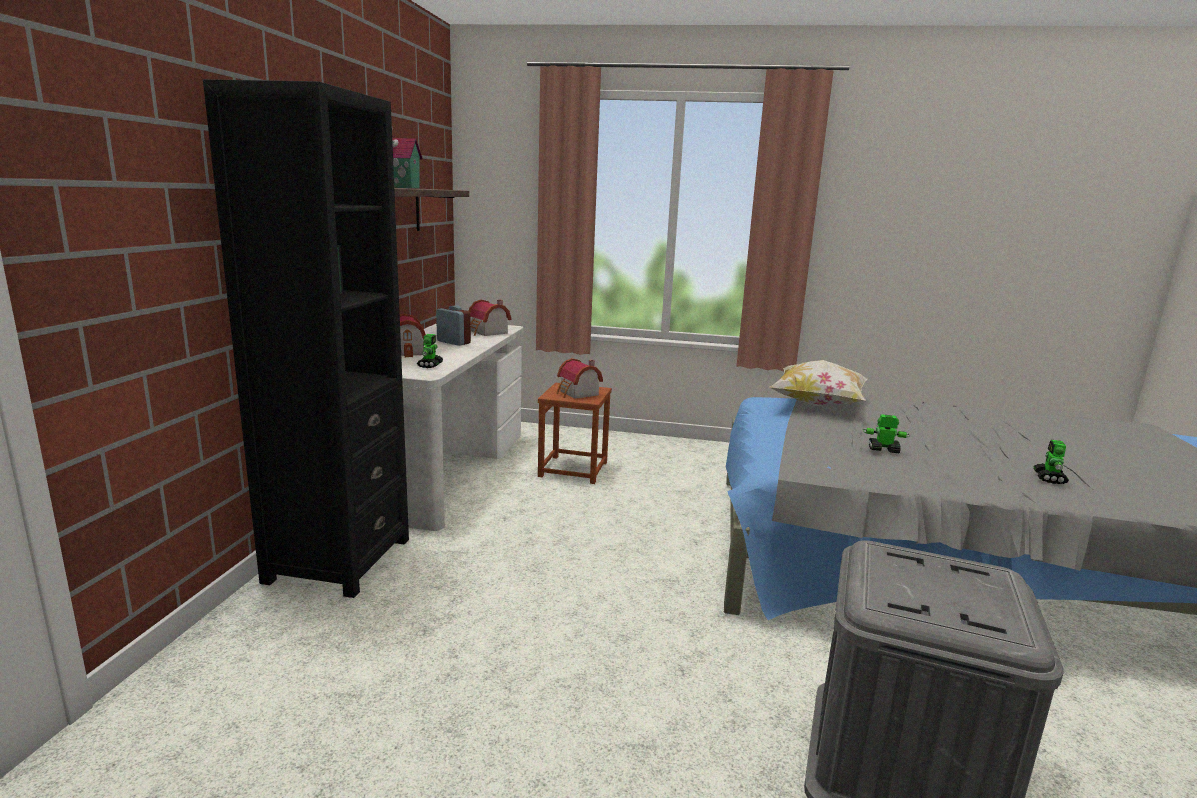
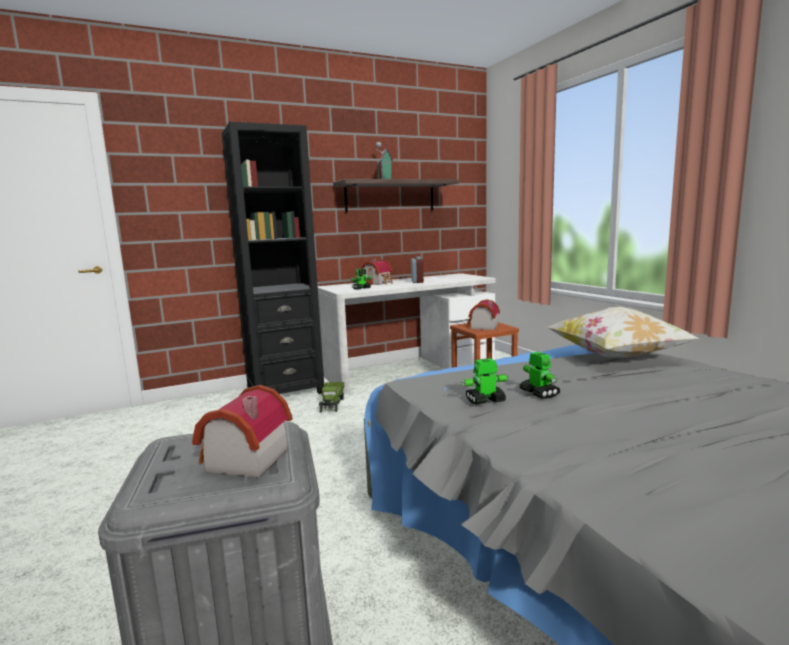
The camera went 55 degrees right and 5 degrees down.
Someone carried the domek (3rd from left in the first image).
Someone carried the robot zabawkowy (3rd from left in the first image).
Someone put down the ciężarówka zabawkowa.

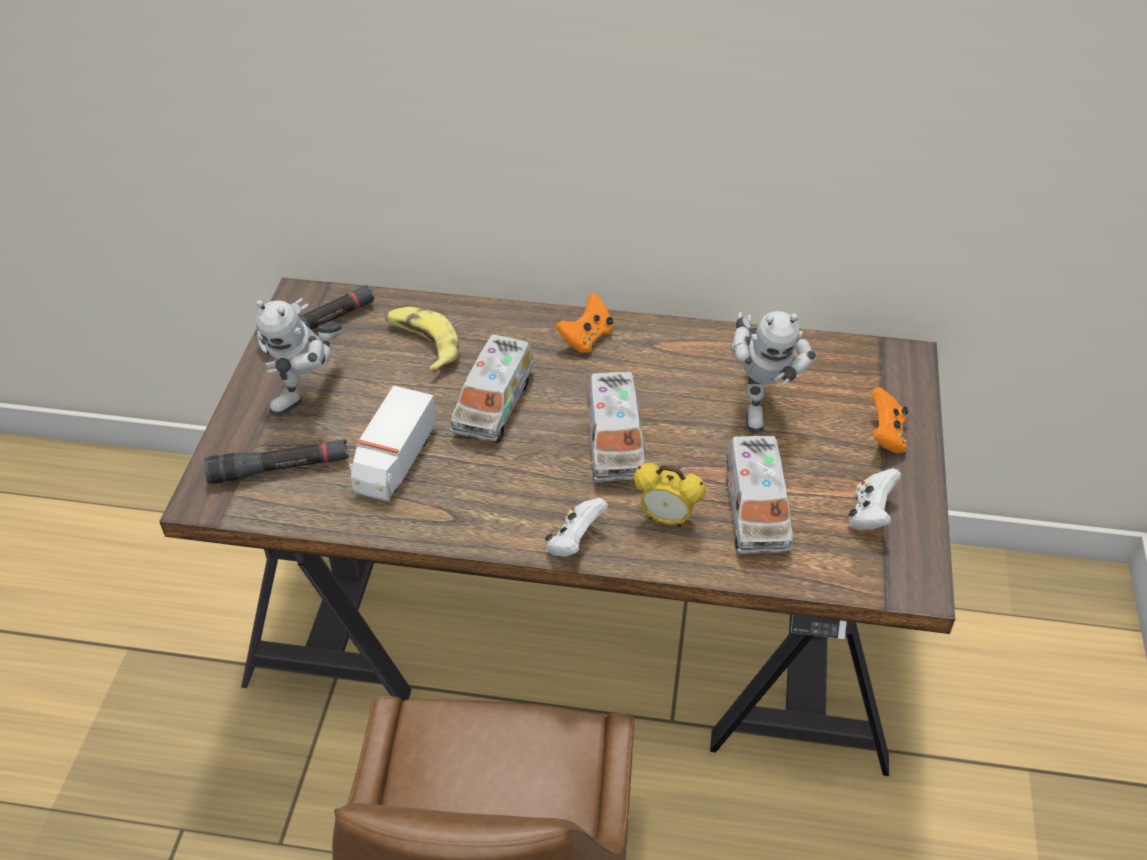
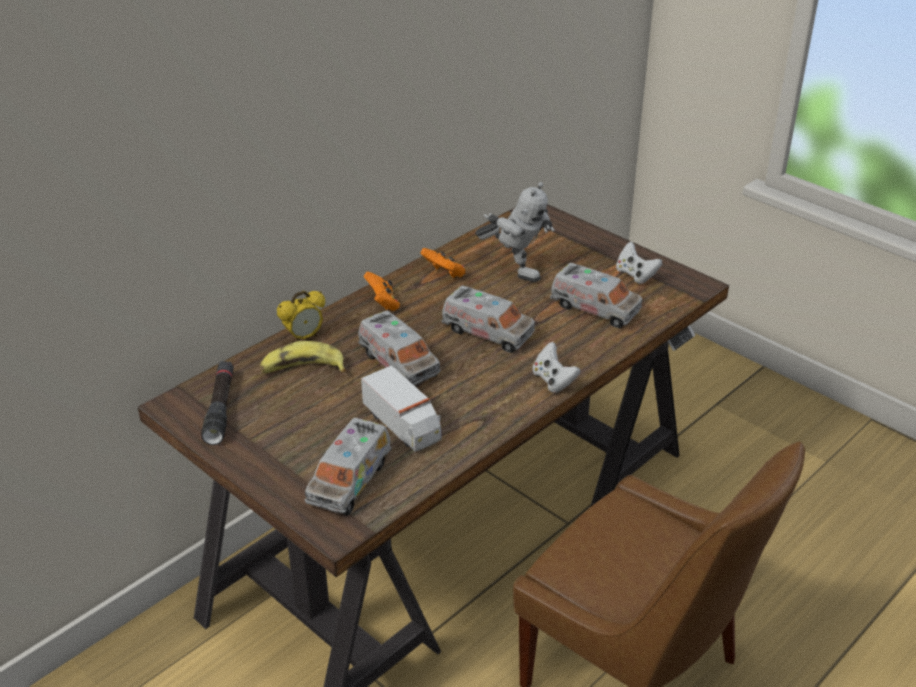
The camera went 55 degrees left and 10 degrees down.
Someone swapped the latarka (czarny) (1st from left) for the ciężarówka zabawkowa (1st from left).
Someone took away the robot zabawkowy (1st from left).
Someone carried the budzik.
Someone carried the pad do gier (pomarańczowy) (2nd from left).

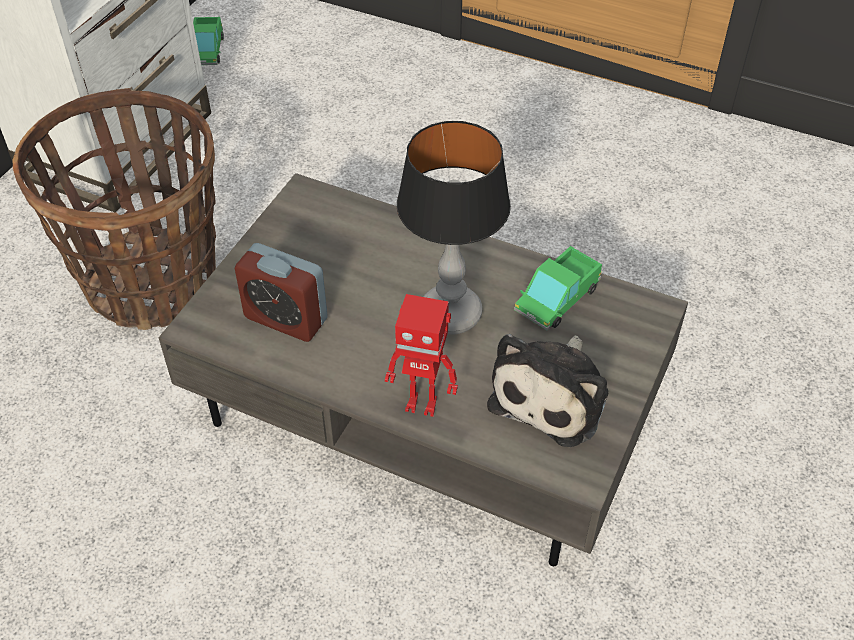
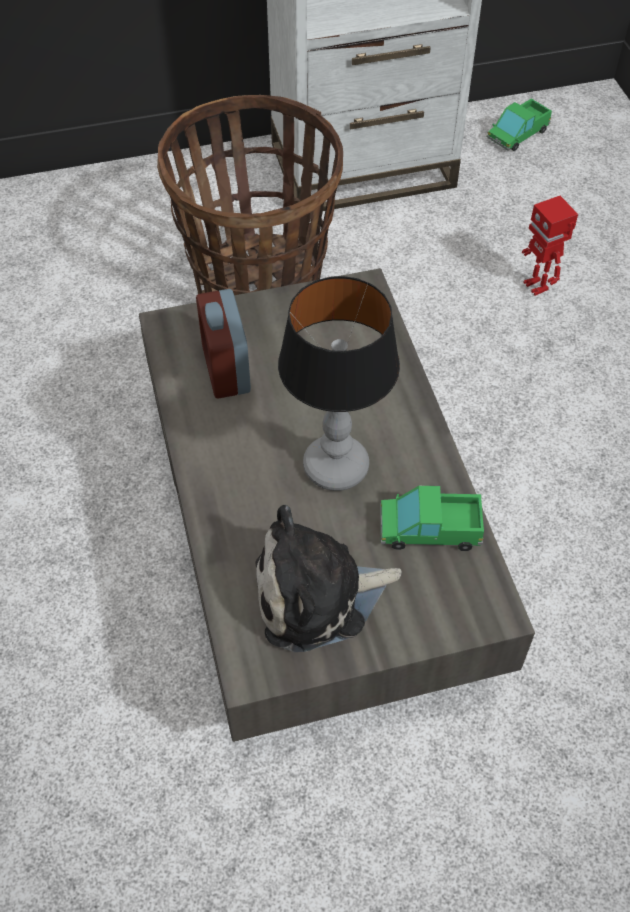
The camera went 50 degrees right and 5 degrees up.
Someone carried the robot zabawkowy.

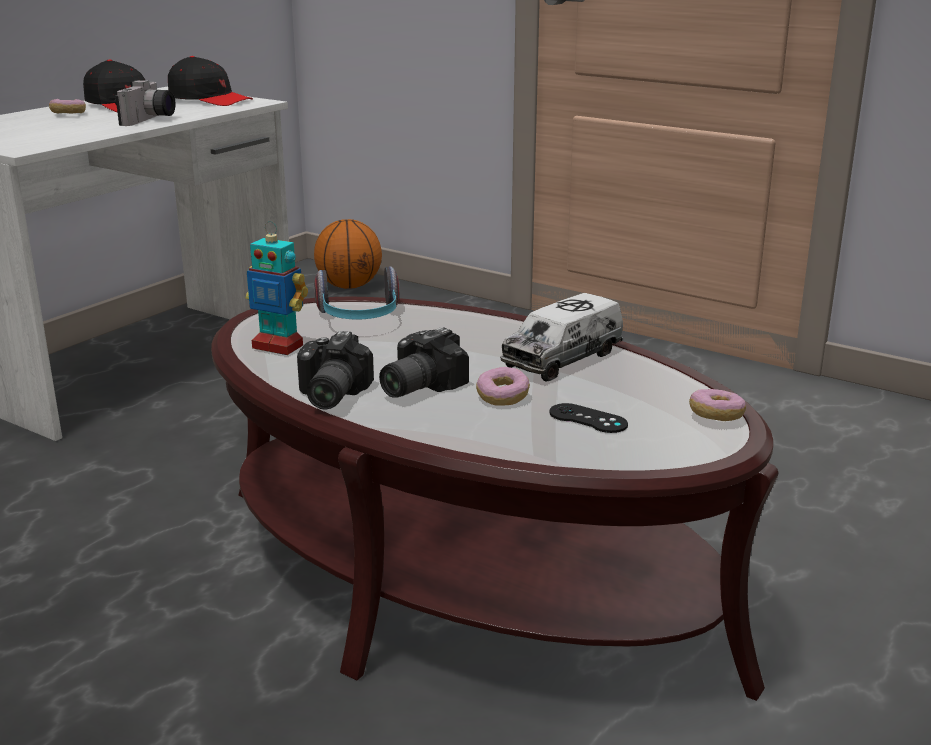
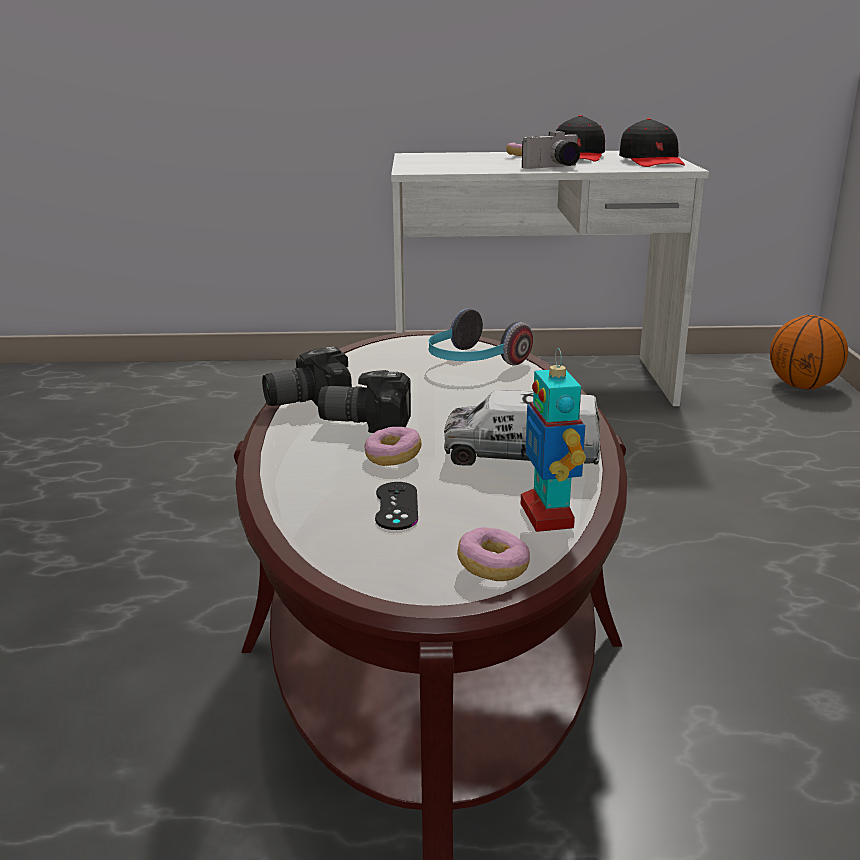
The camera went 55 degrees right and 0 degrees up.
Someone carried the robot zabawkowy.

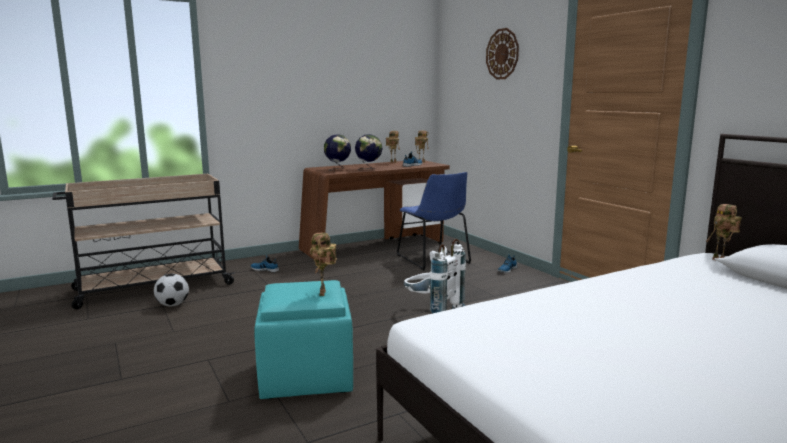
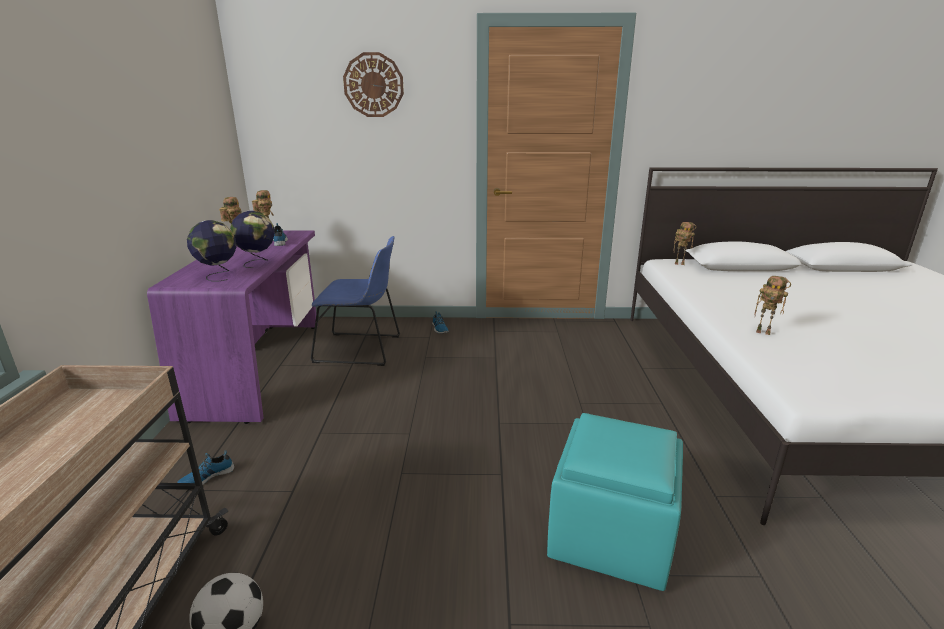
The camera went 60 degrees left and 10 degrees up.
Someone repainted the biurko (brązowy), which became the biurko (fioletowy).
Someone carried the robot zabawkowy (1st from left in the first image).
Someone took away the plecak (biały).

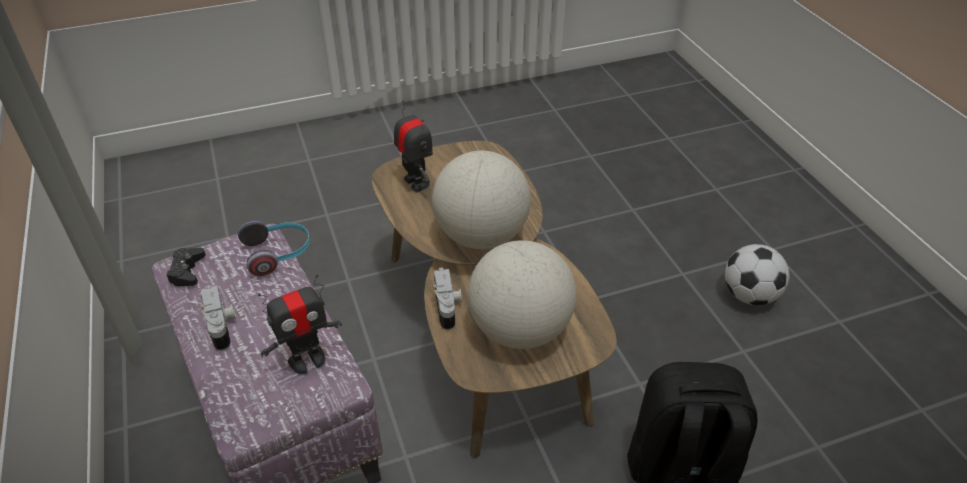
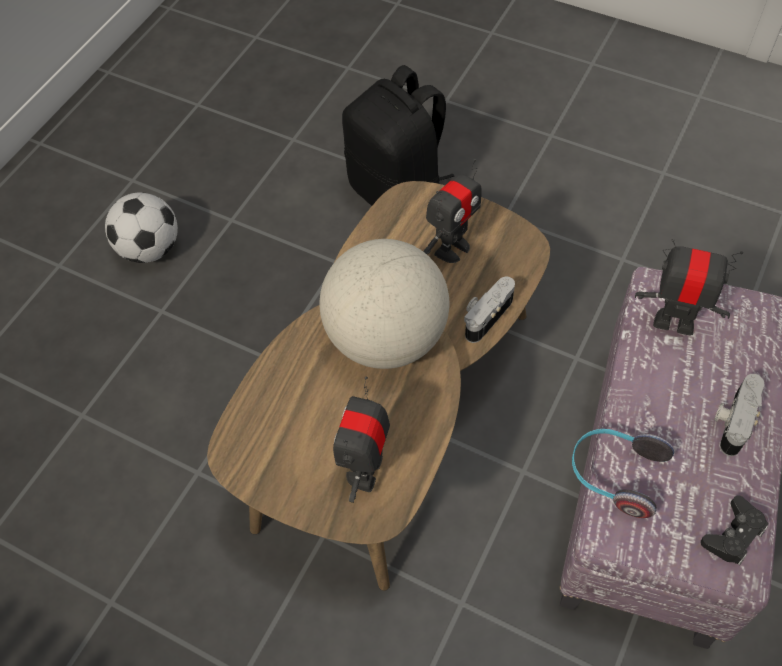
The camera went 130 degrees left and 15 degrees up.
Someone swapped the globus (2nd from left) for the robot zabawkowy (2nd from left).

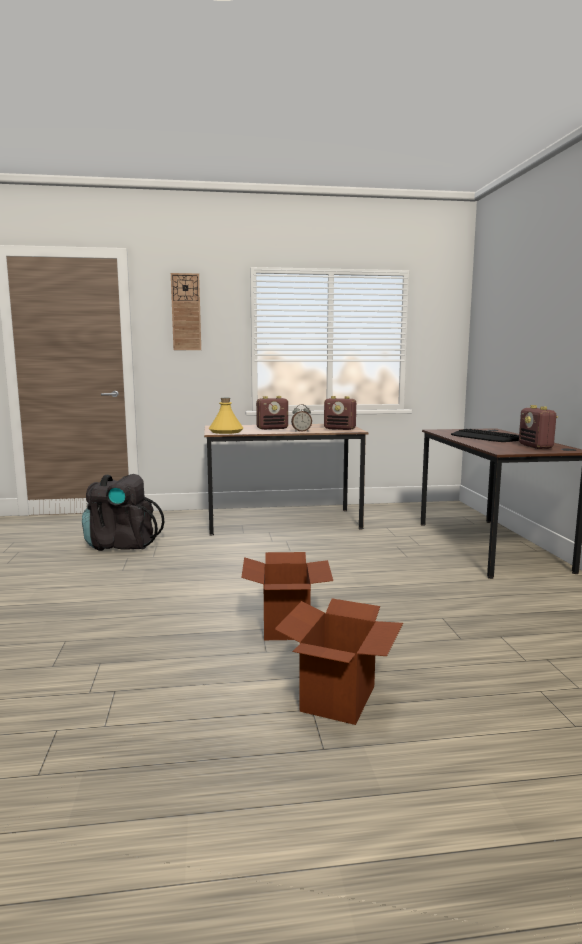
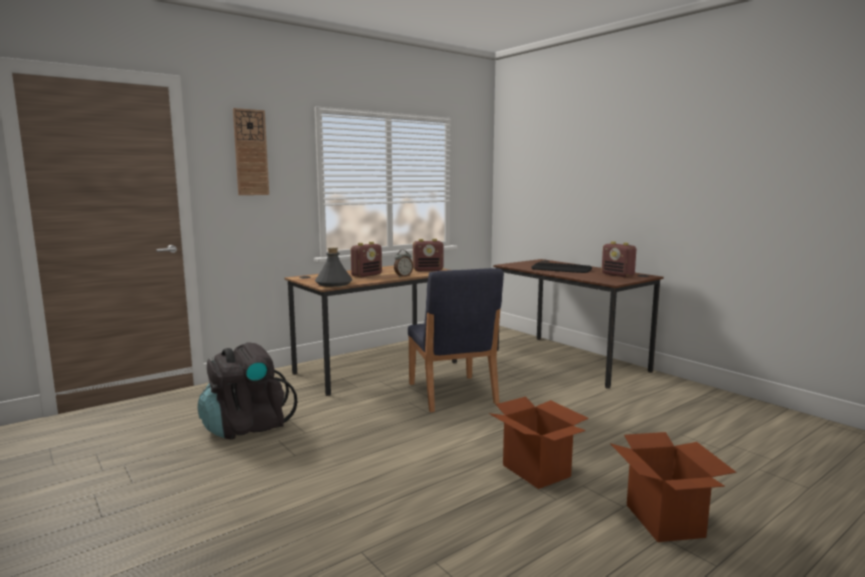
The camera went 30 degrees left and 0 degrees up.
Someone repainted the butelka (żółty), which became the butelka (szary).
Someone put down the krzesło (niebieski).

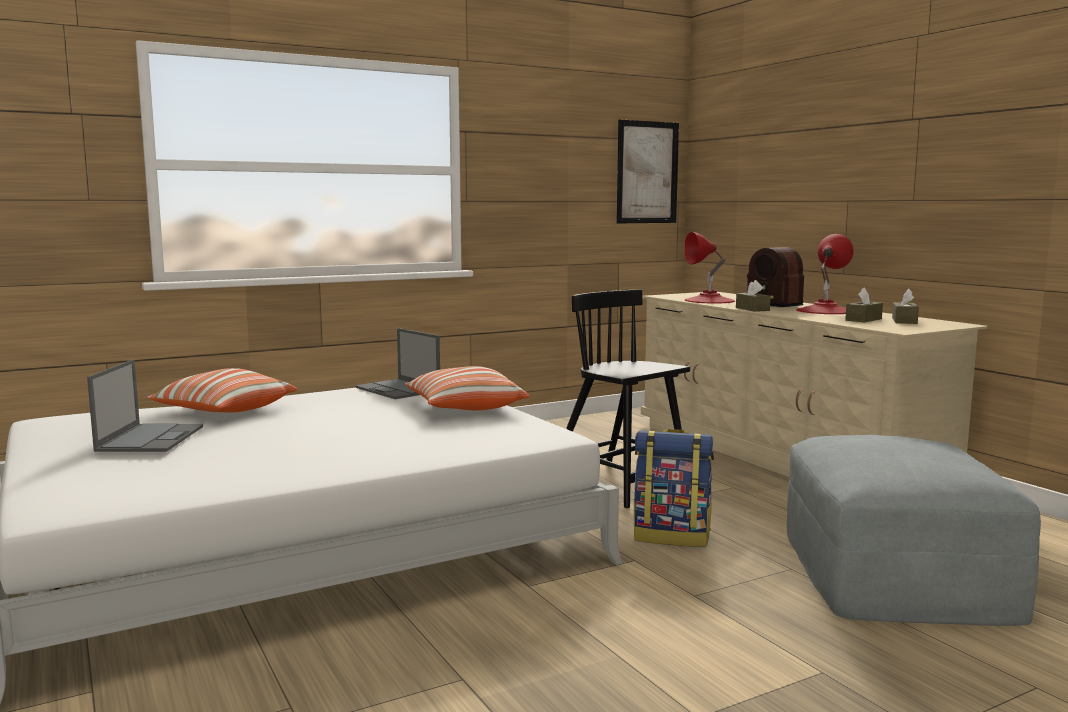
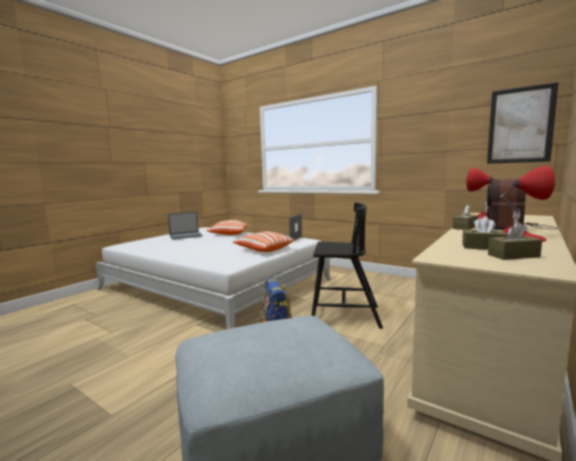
The camera went 65 degrees right and 0 degrees up.
Someone rotated the krzesło (czarny) by 75 degrees clockwise.

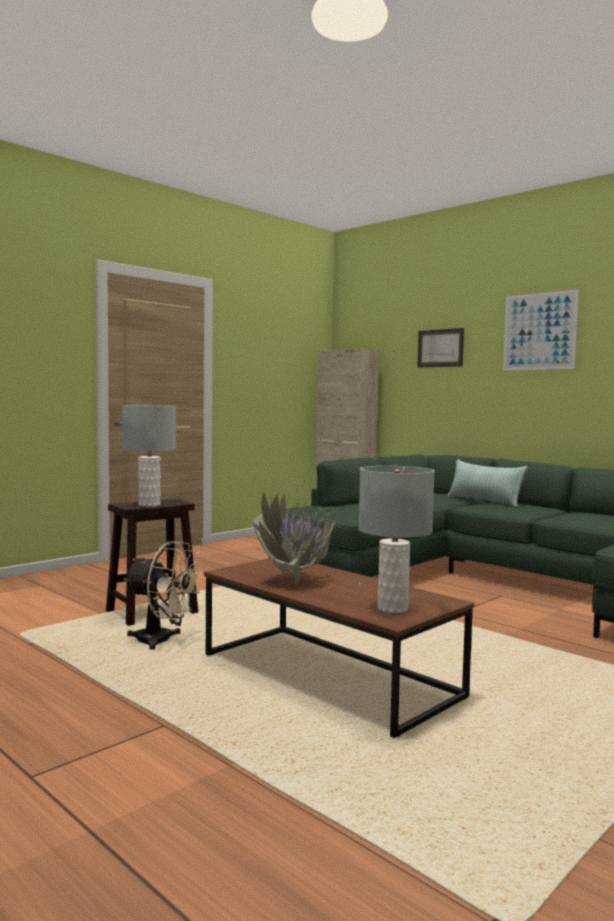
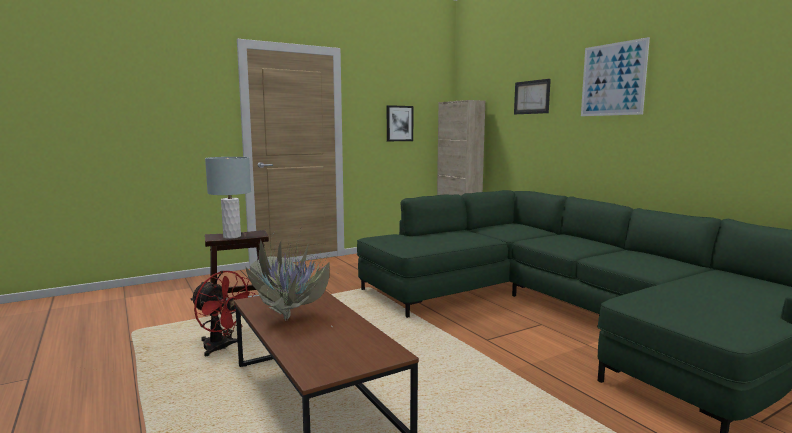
The camera went 15 degrees right and 5 degrees up.
Someone repainted the wentylator (beżowy), which became the wentylator (czerwony).
Someone took away the lampa stołowa (szary) (2nd from left).
Someone took away the poduszka.
Someone put up the obraz (1st from left).

